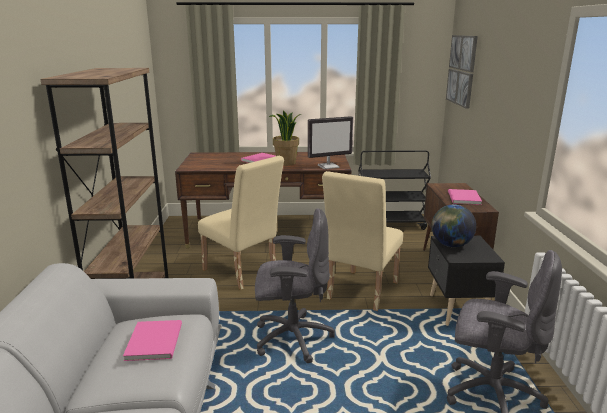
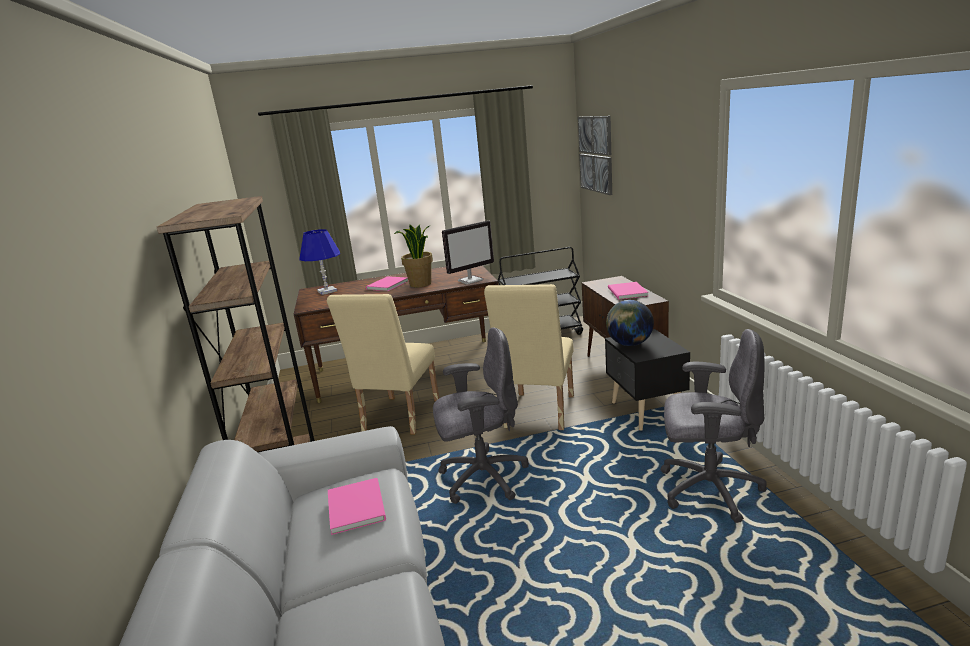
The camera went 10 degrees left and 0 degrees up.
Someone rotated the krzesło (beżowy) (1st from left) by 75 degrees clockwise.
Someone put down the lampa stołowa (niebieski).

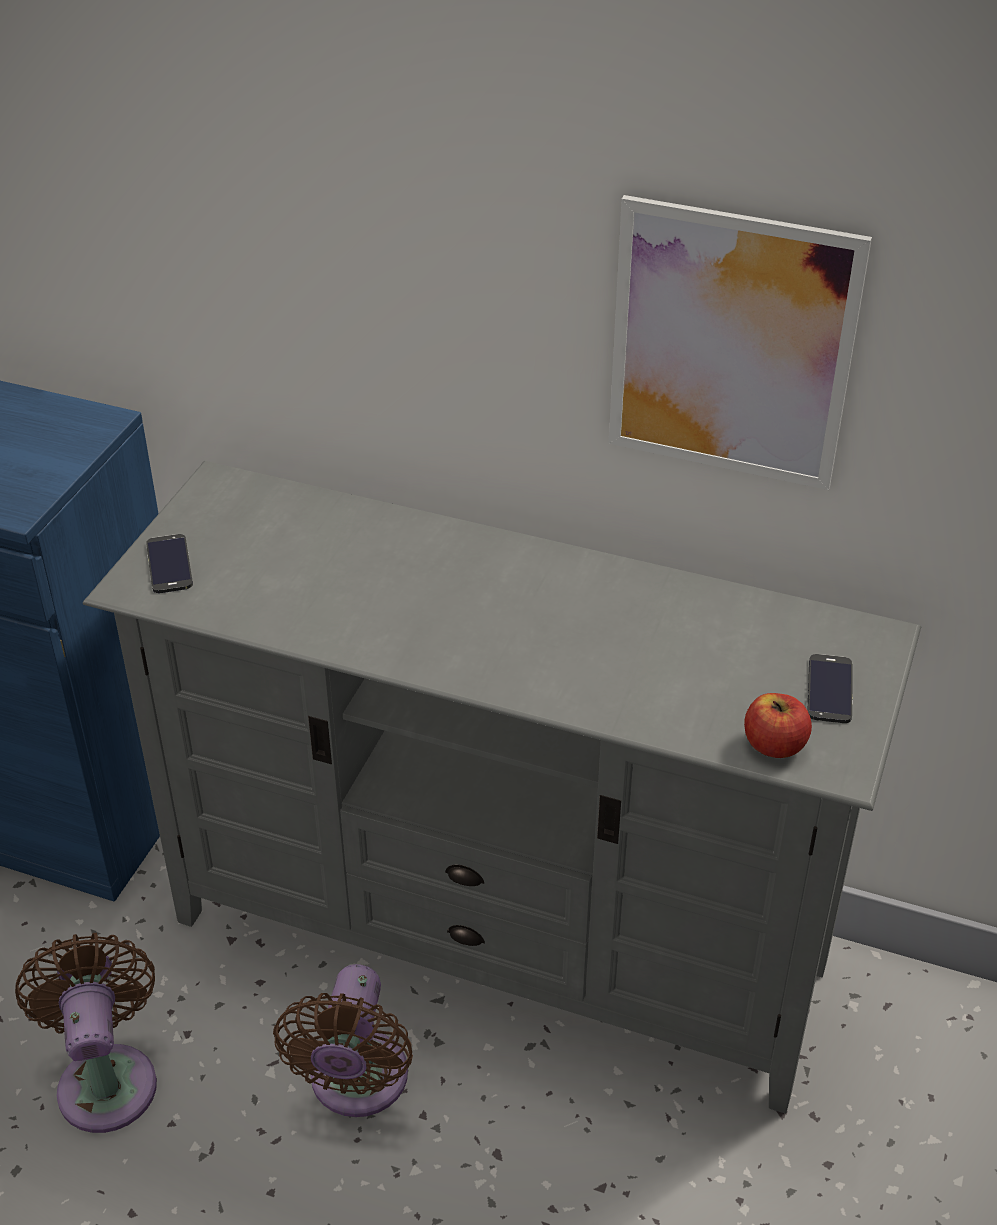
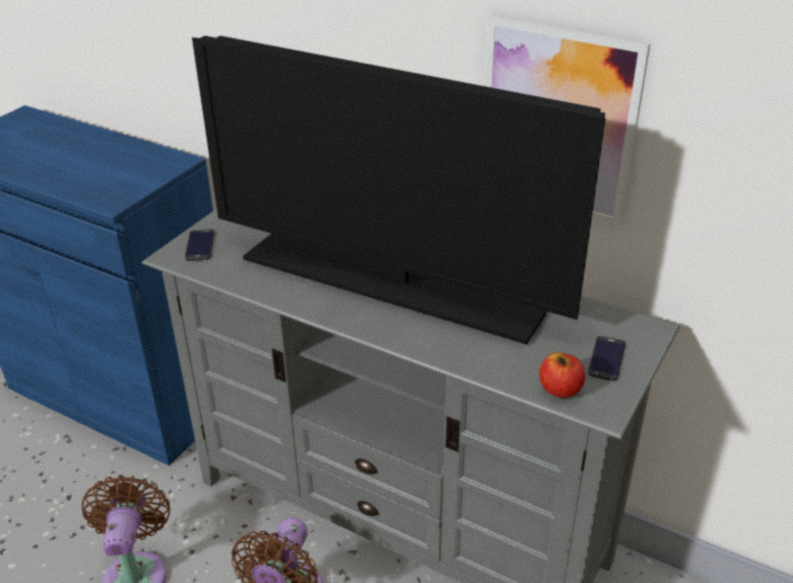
The camera went 10 degrees right and 5 degrees down.
Someone put down the telewizor.

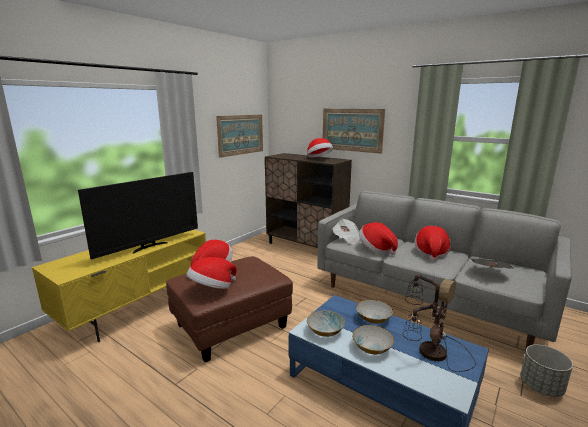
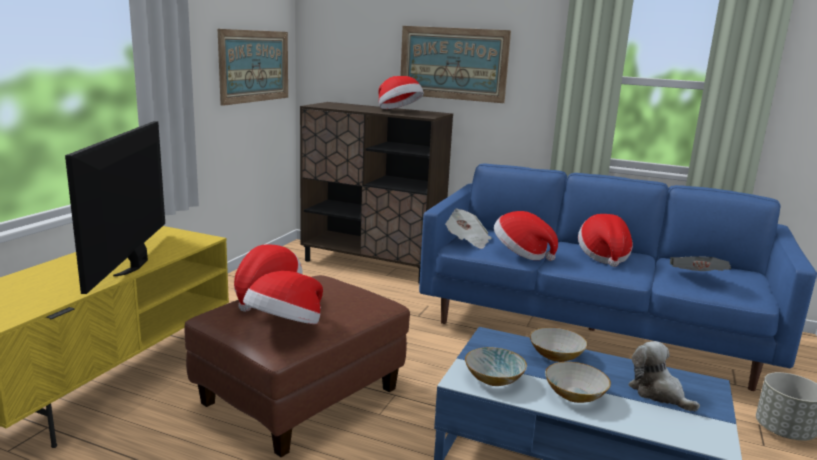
The camera went 15 degrees left and 0 degrees up.
Someone rotated the telewizor by 150 degrees clockwise.
Someone repainted the kanapa (szary), which became the kanapa (niebieski).
Someone swapped the lampa stołowa for the pluszak.

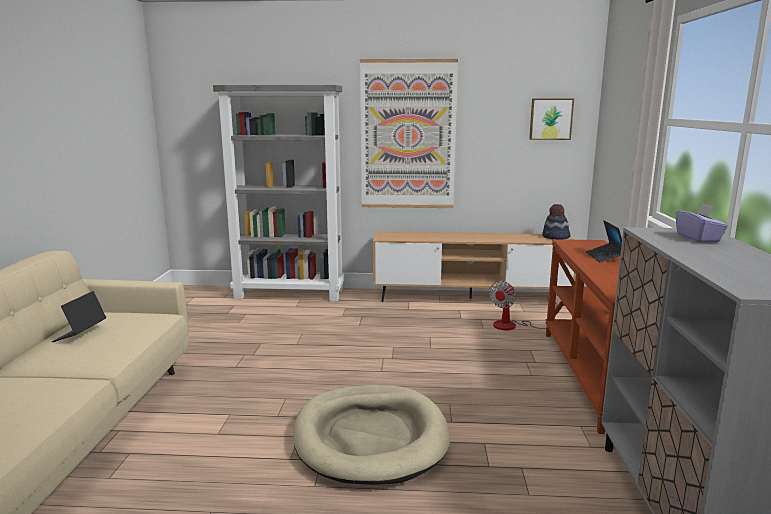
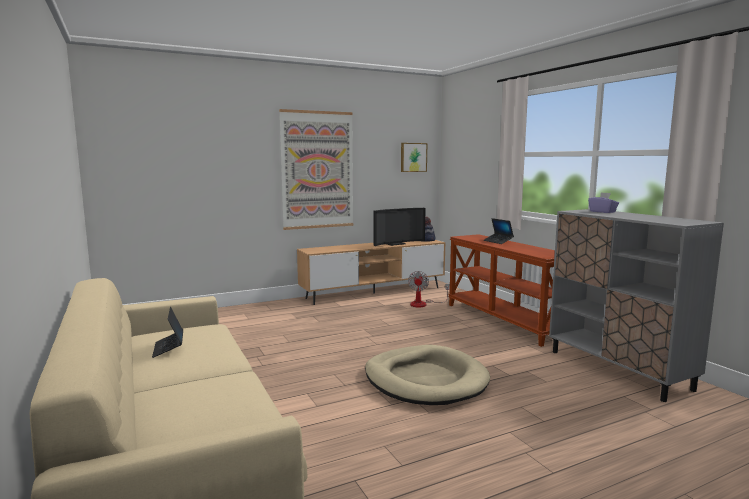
The camera went 30 degrees left and 5 degrees down.
Someone took away the regał (szary).
Someone put down the telewizor.

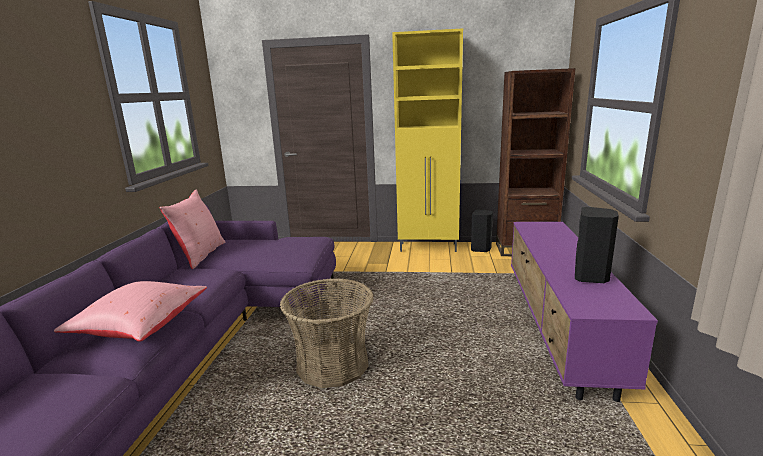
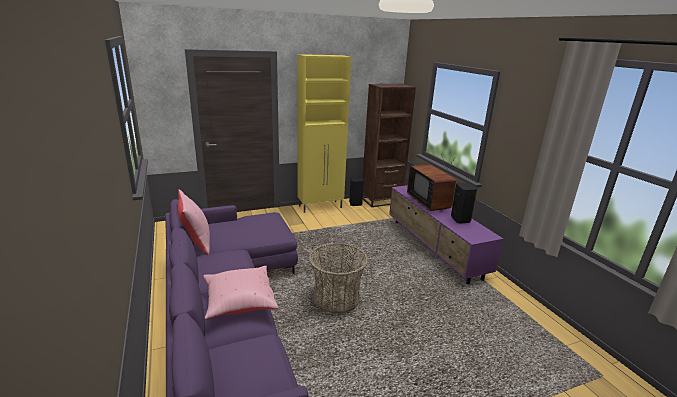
The camera went 30 degrees left and 5 degrees up.
Someone put down the telewizor.

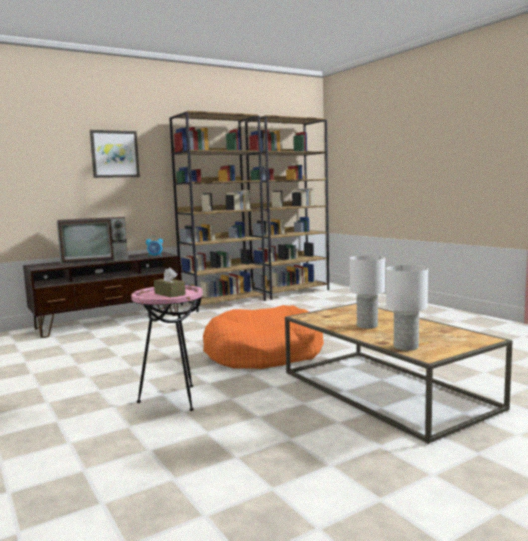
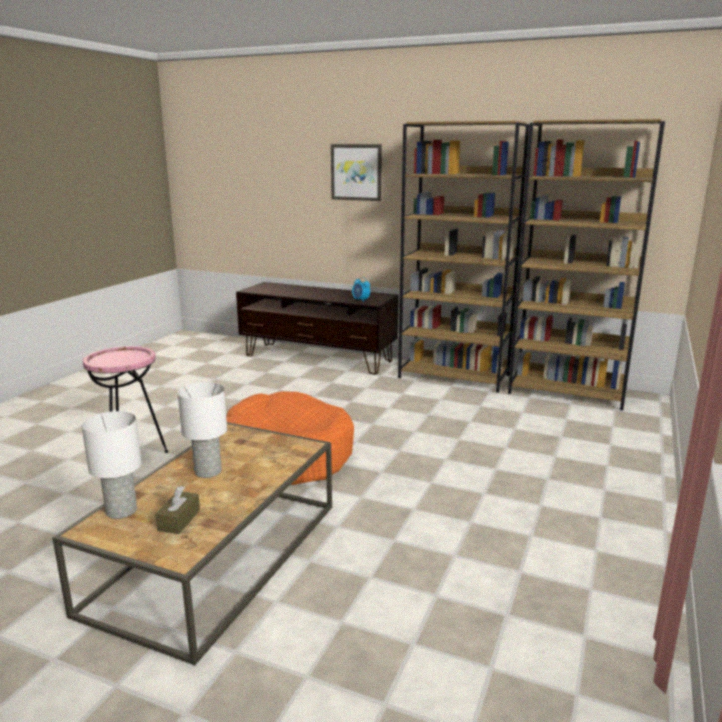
The camera went 55 degrees right and 10 degrees up.
Someone took away the telewizor.
Someone carried the pudełko chusteczek (brązowy).

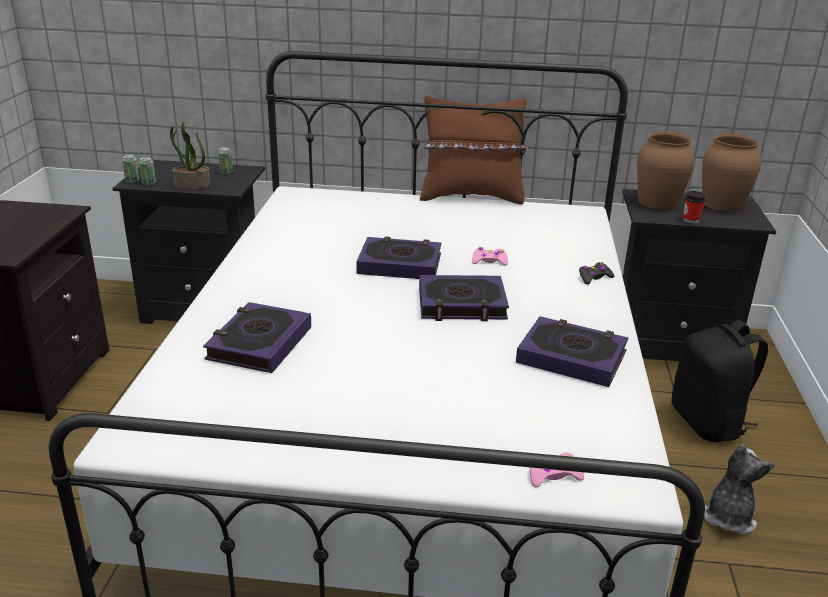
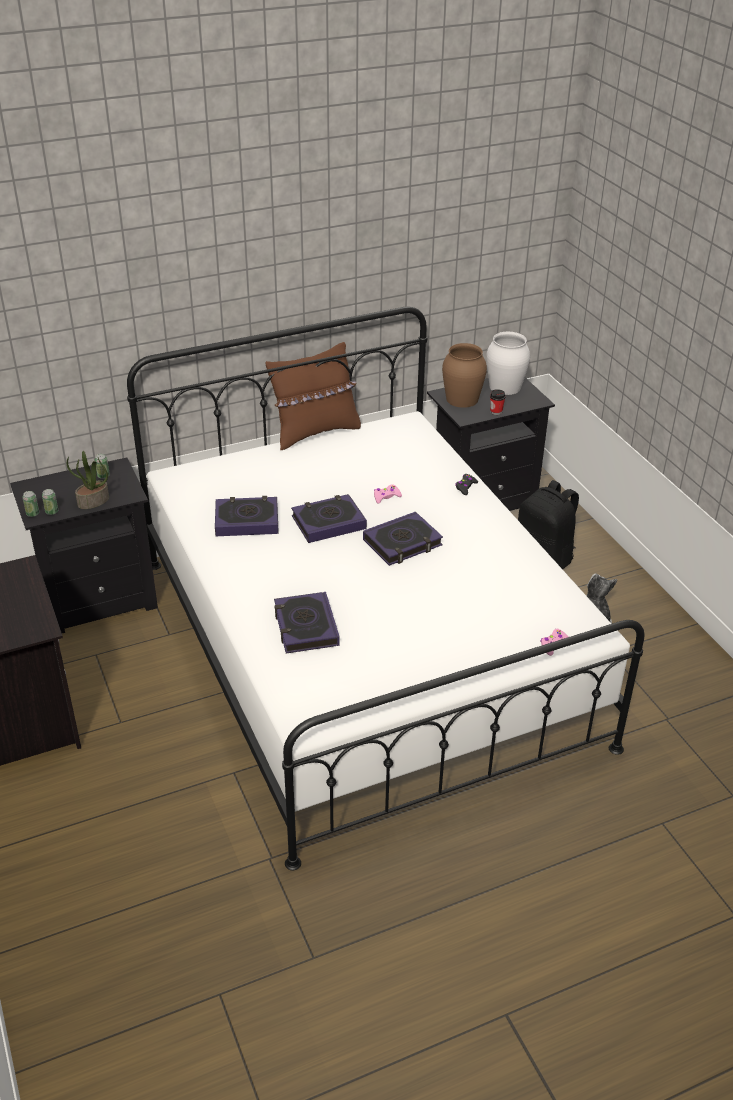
The camera went 30 degrees left and 10 degrees up.
Someone carried the książka (4th from left in the first image).
Someone repainted the wazon (brązowy) (2nd from left), which became the wazon (biały).

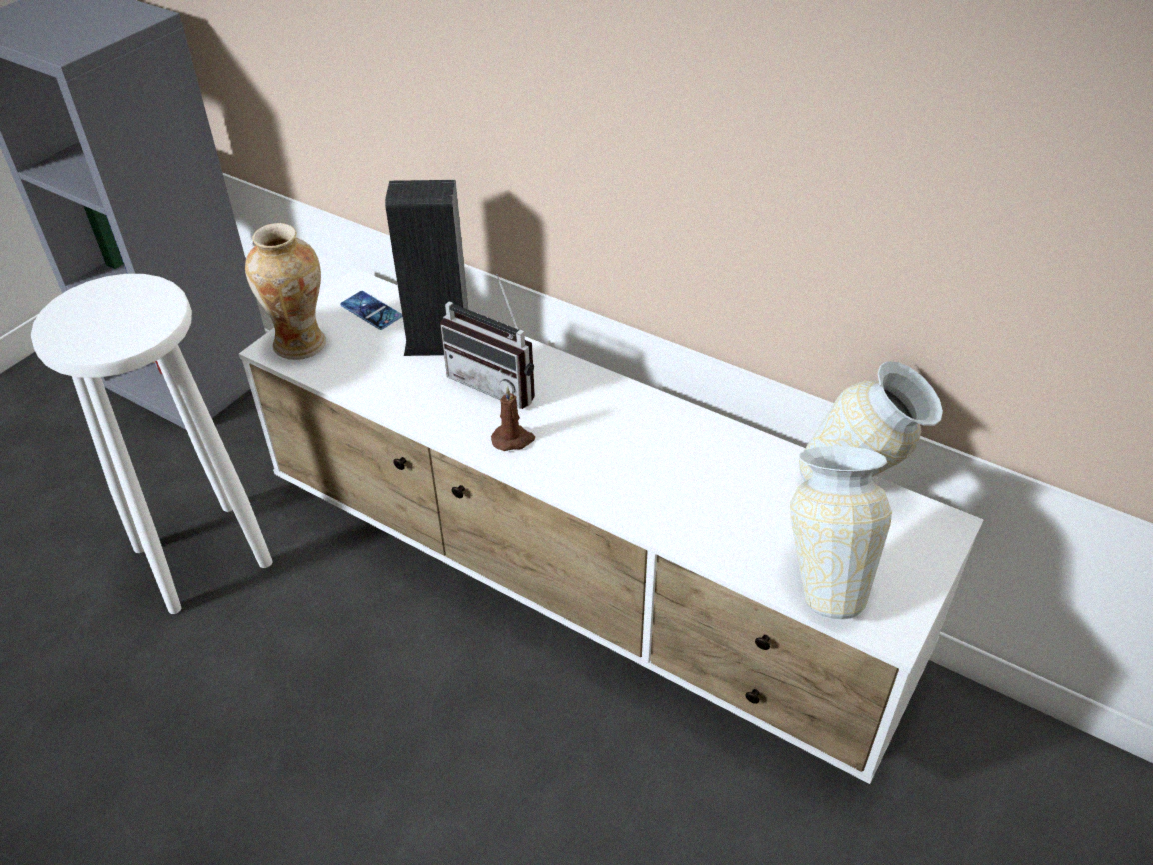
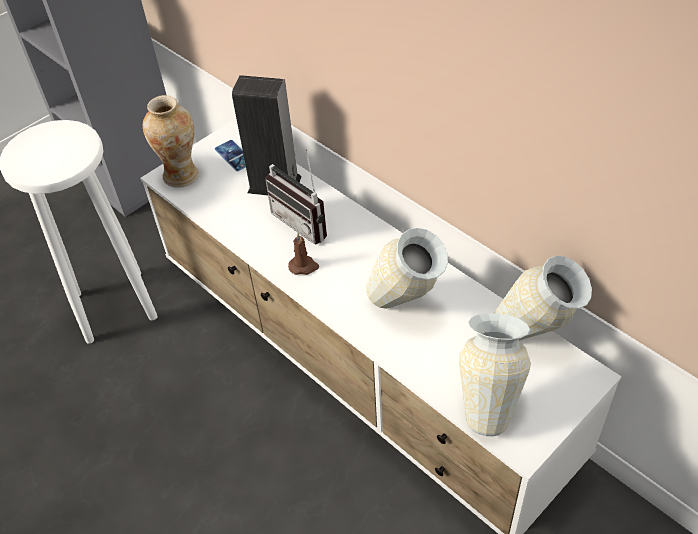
The camera went 15 degrees right and 5 degrees up.
Someone put down the wazon (2nd from left).

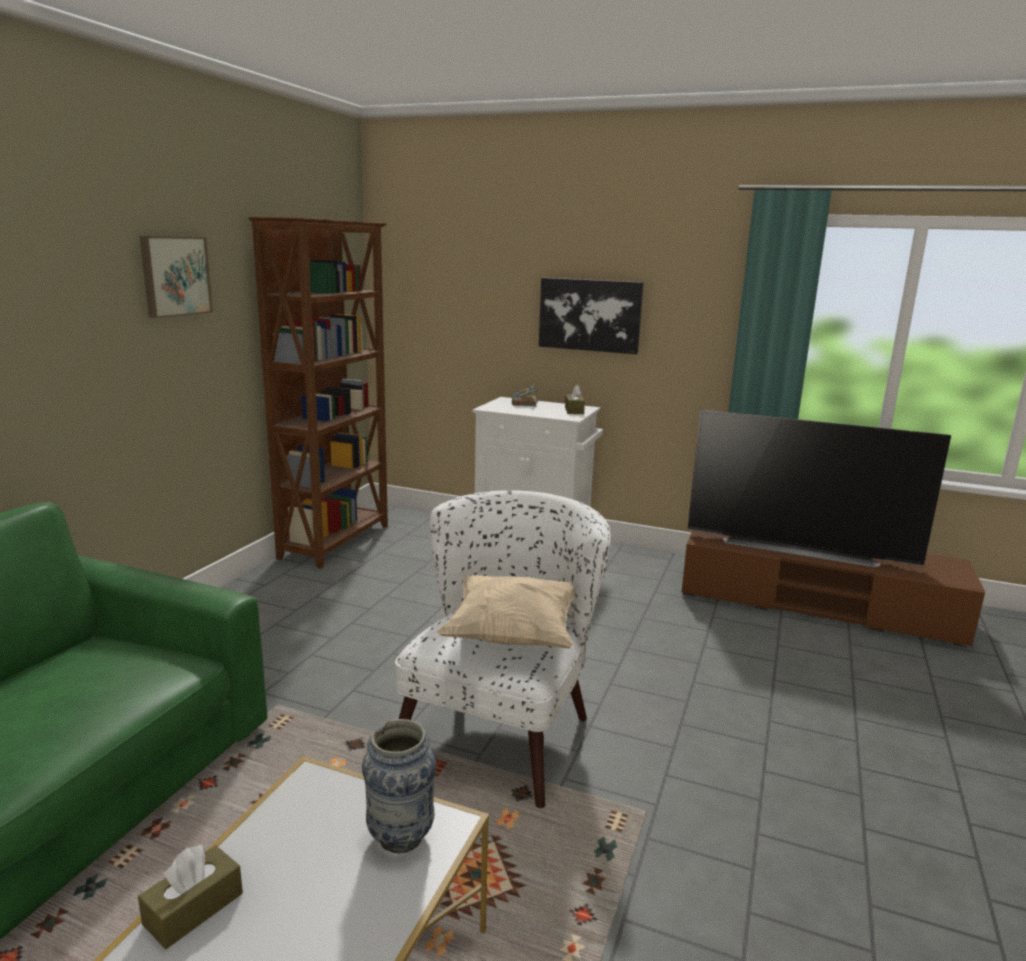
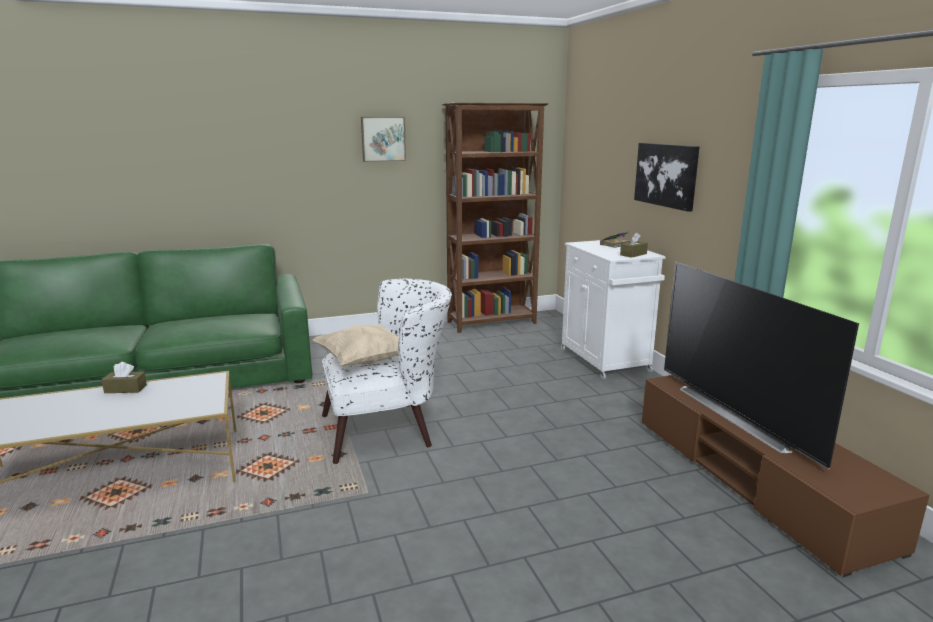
The camera went 50 degrees right and 0 degrees up.
Someone took away the wazon.

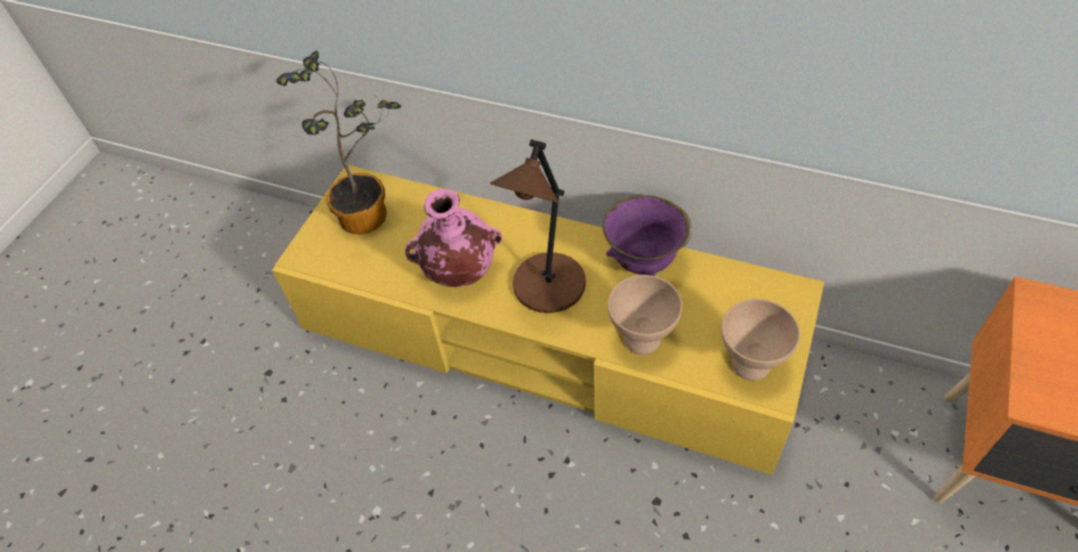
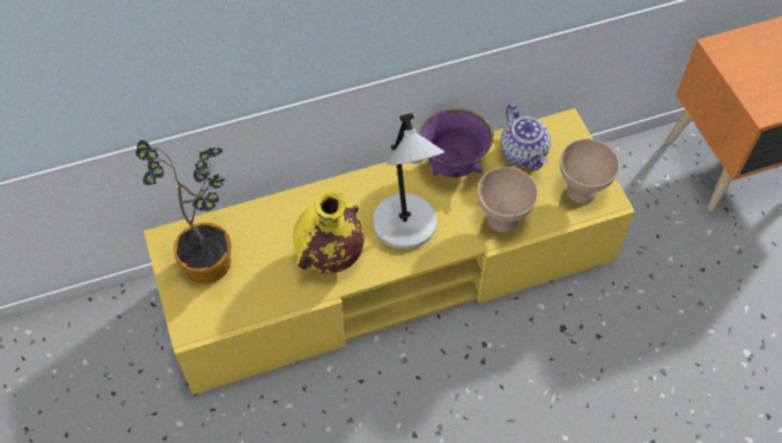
The camera went 45 degrees left and 5 degrees up.
Someone repainted the wazon (różowy), which became the wazon (żółty).
Someone repainted the lampa stołowa (brązowy), which became the lampa stołowa (szary).
Someone put down the imbryk.

